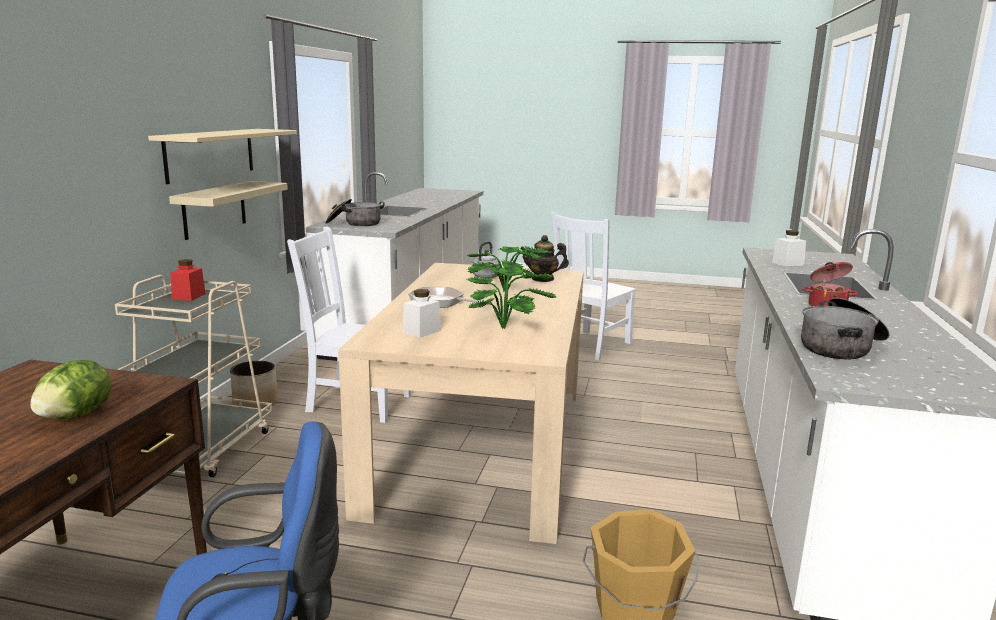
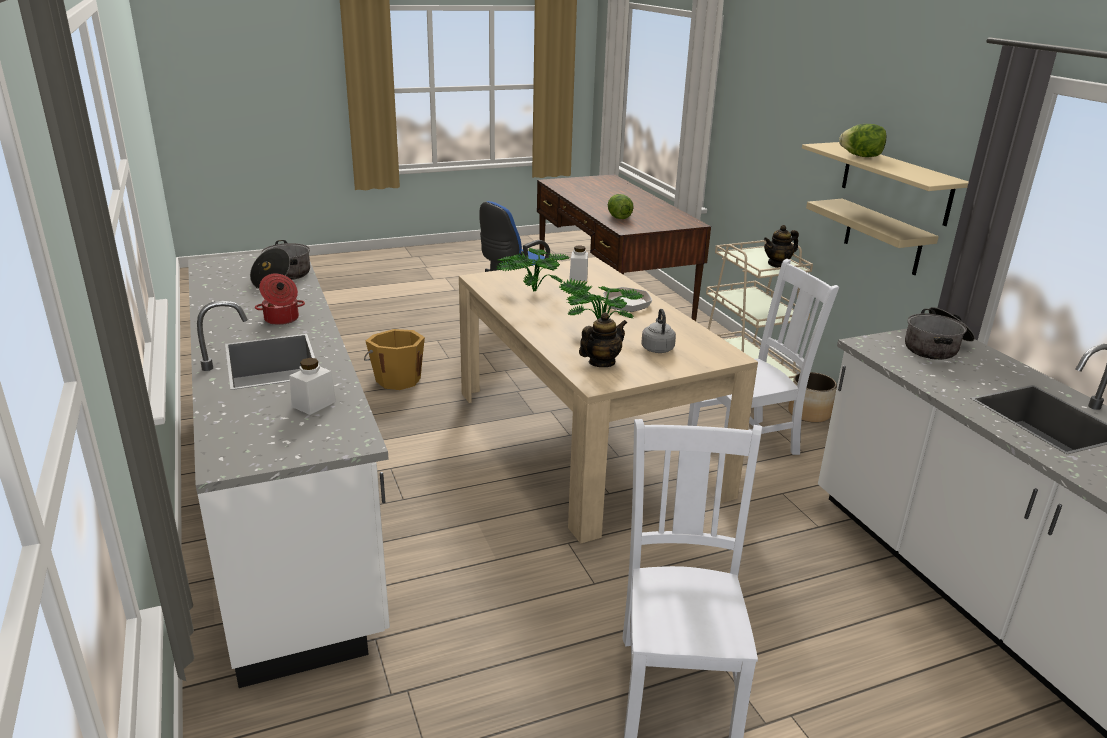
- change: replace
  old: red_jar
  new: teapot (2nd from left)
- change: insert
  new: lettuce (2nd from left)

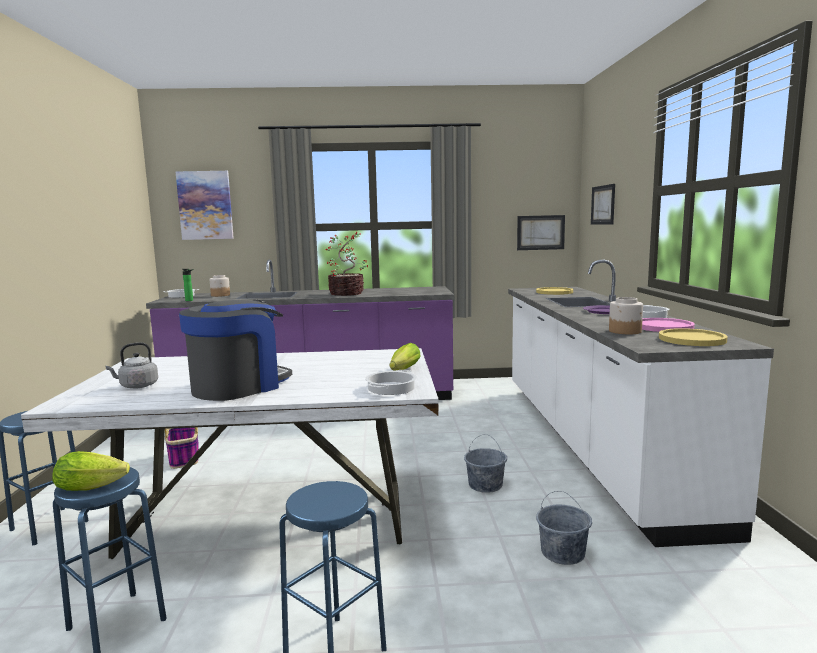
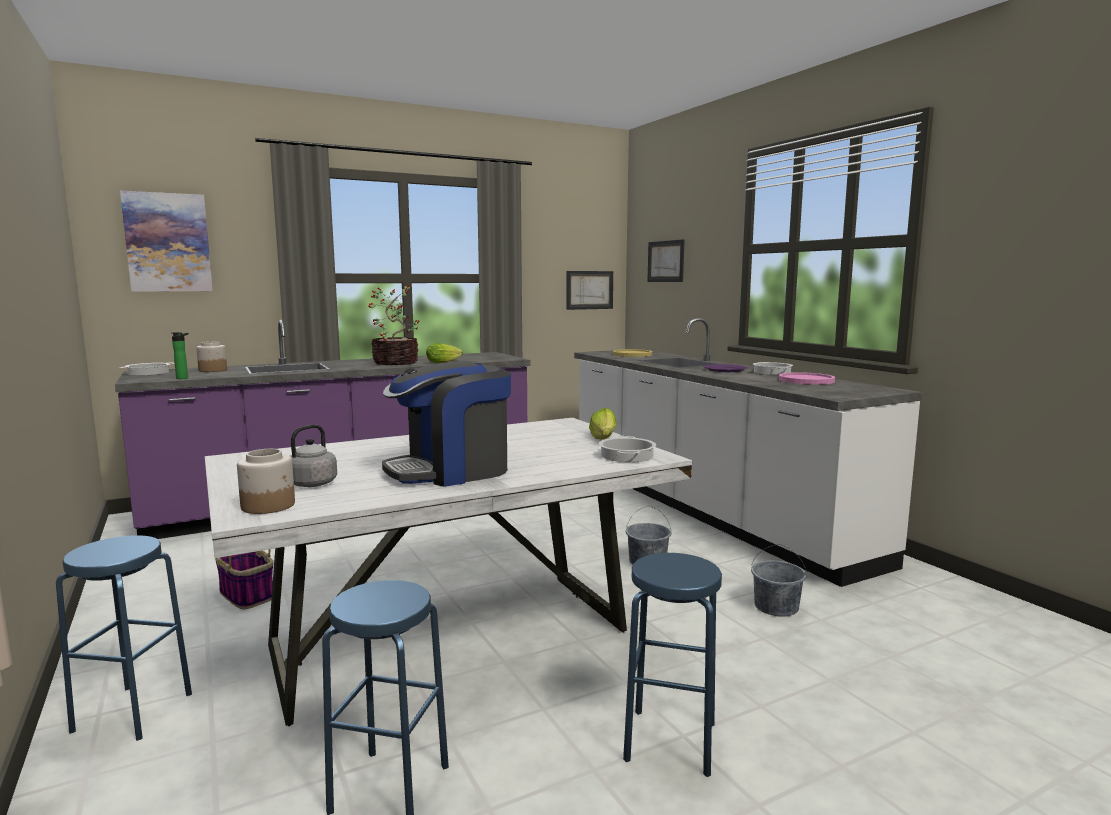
- change: move
  old: jar (2nd from left)
- change: rotate
  old: coffee_machine
  degrees: -135
- change: delete
  old: yellow_plate (2nd from left)
- change: move
  old: lettuce (1st from left)

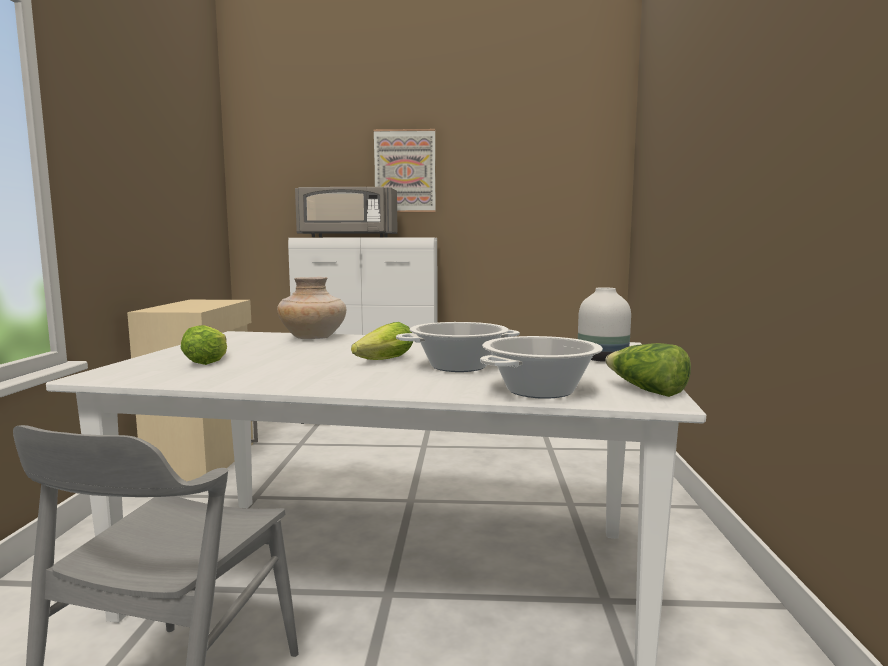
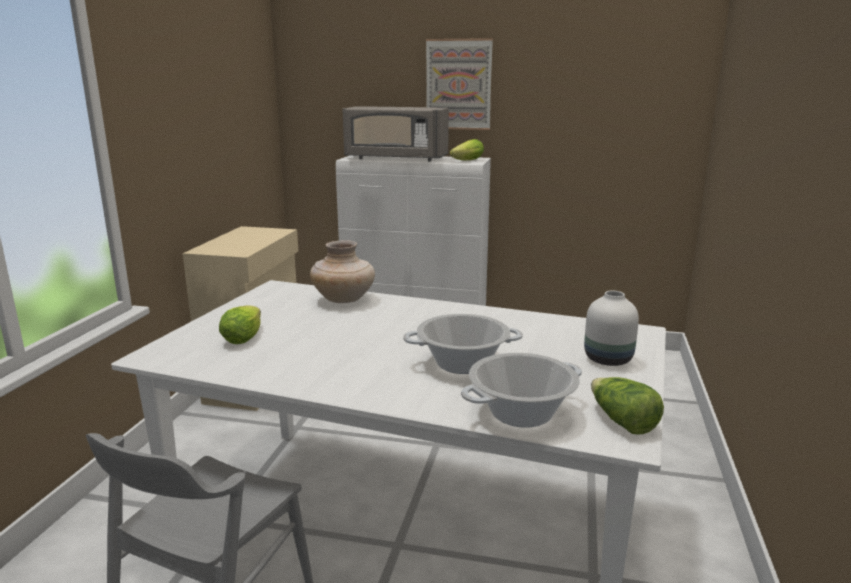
- change: move
  old: lettuce (2nd from left)

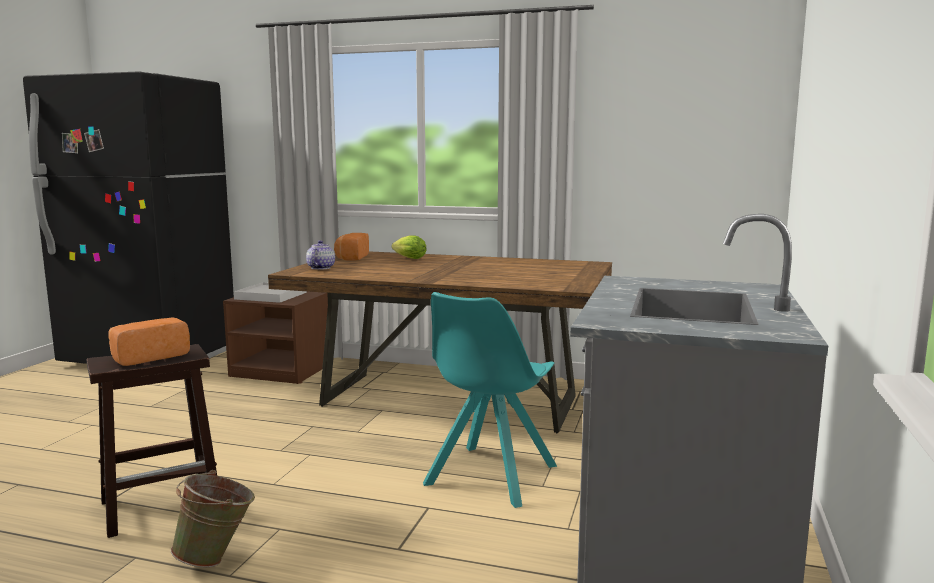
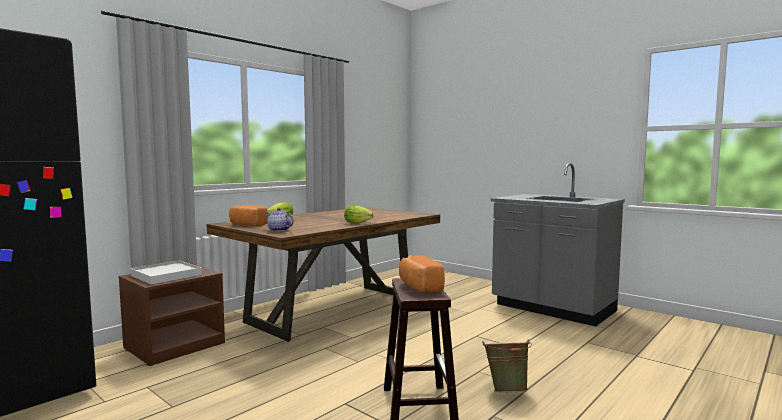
- change: delete
  old: turquoise_chair
- change: insert
  new: lettuce (2nd from left)

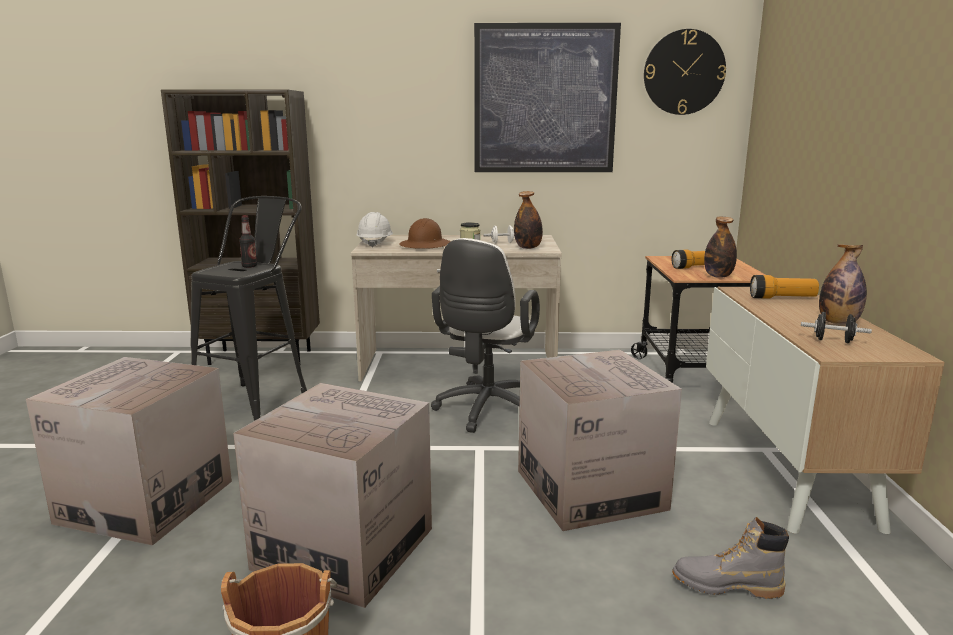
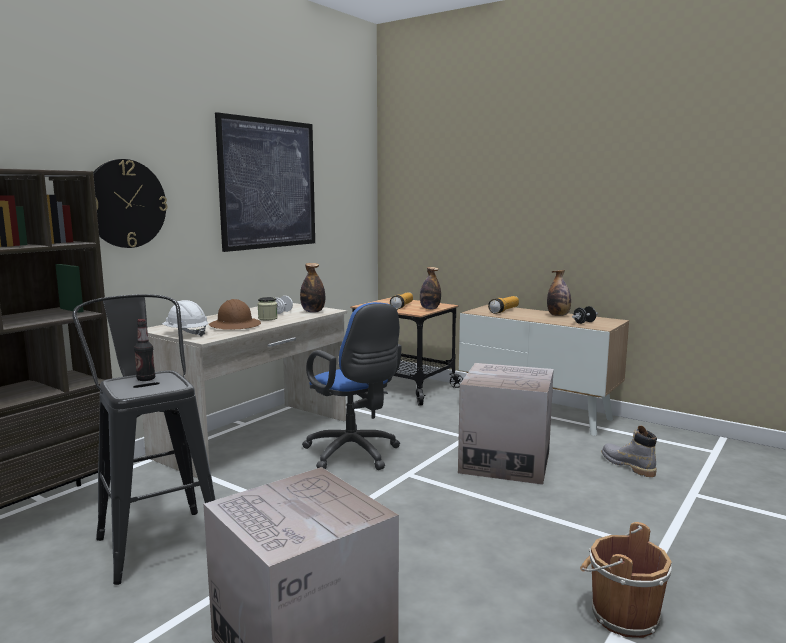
- change: move
  old: wall_clock
- change: recolor
  old: white_office_chair
  new: blue_office_chair
- change: delete
  old: cardboard_box (2nd from left)
- change: rotate
  old: grey_boot
  degrees: 105

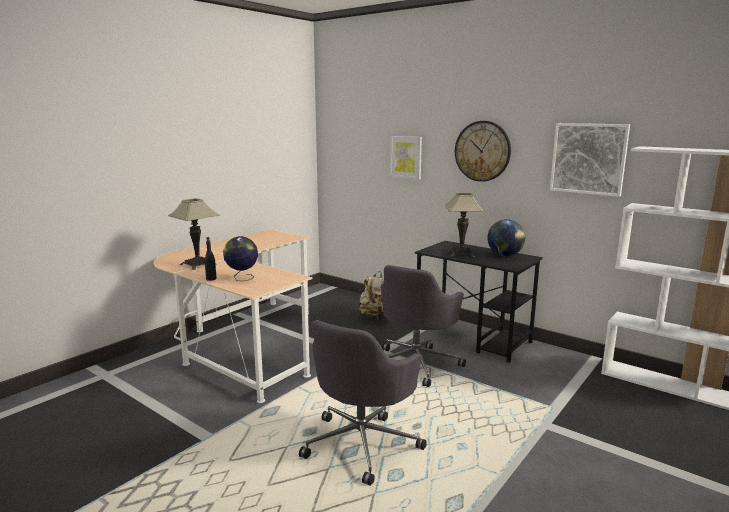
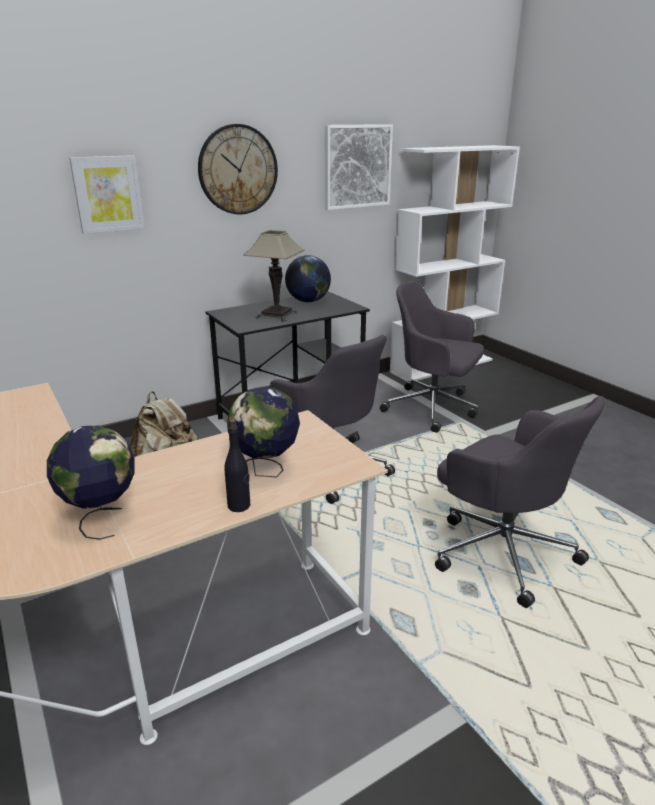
- change: replace
  old: table_lamp (1st from left)
  new: globe (1st from left)
- change: insert
  new: grey_office_chair (2nd from left)

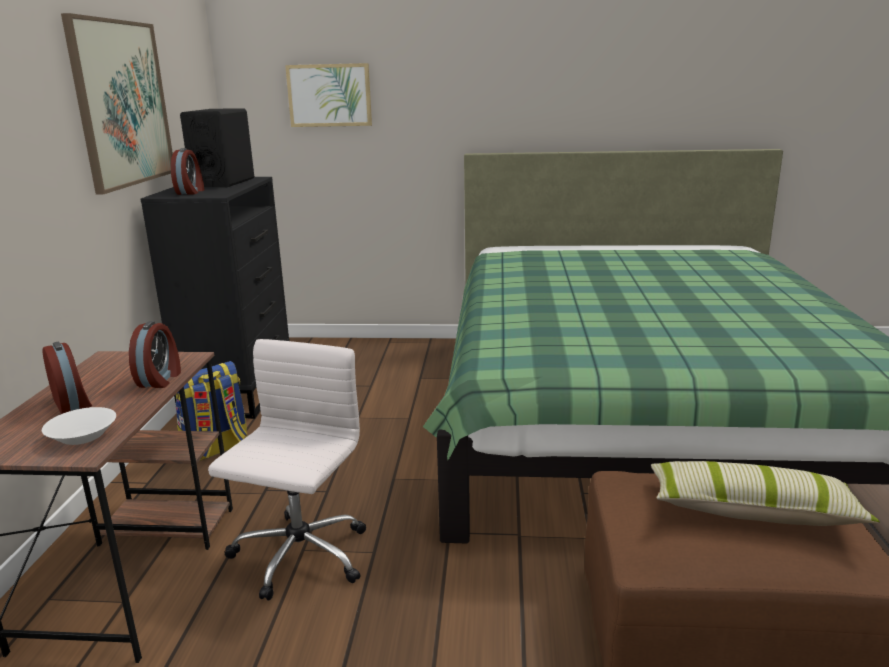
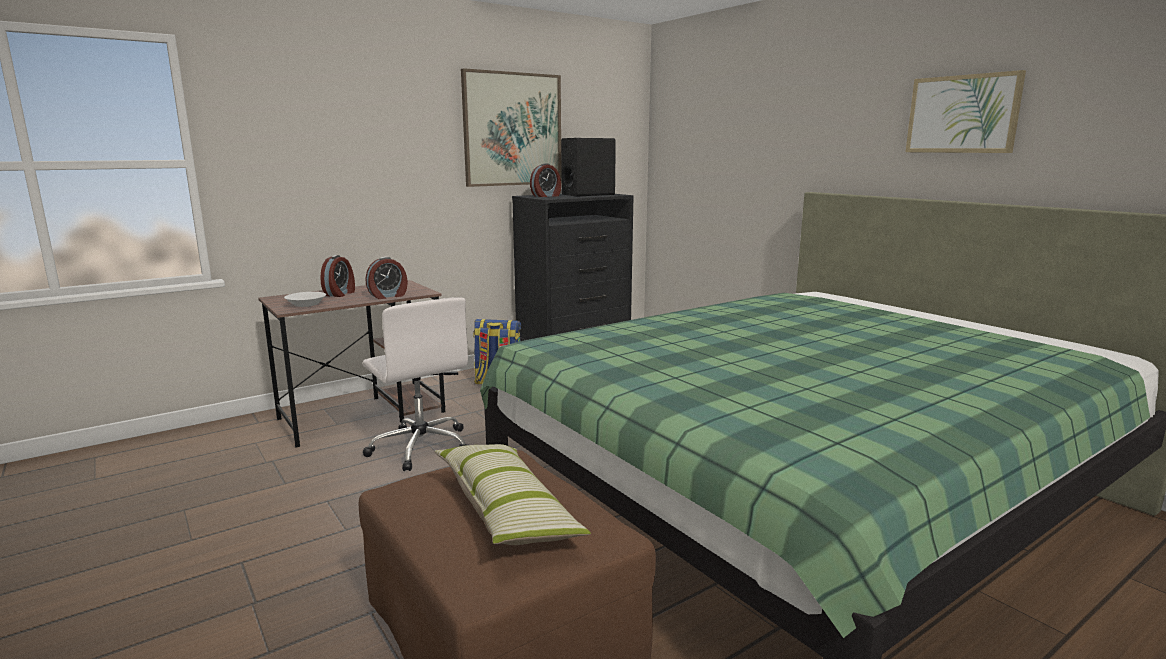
- change: move
  old: picture (2nd from left)
- change: rotate
  old: white_office_chair
  degrees: 75

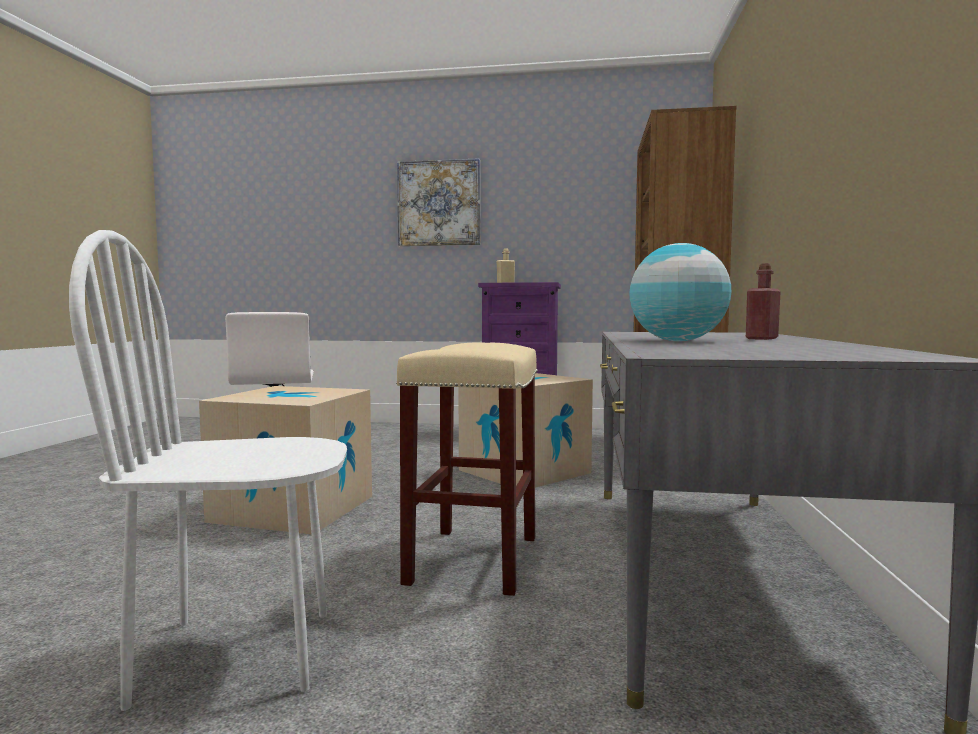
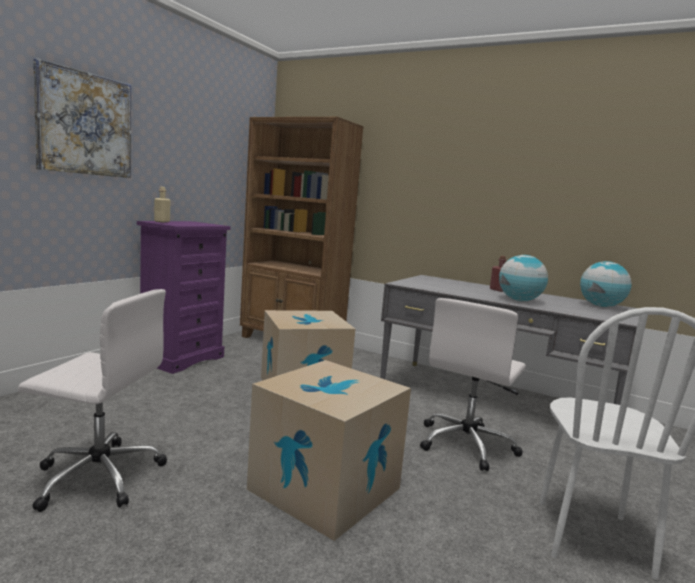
- change: replace
  old: beige_stool
  new: white_office_chair (2nd from left)
- change: insert
  new: globe (2nd from left)

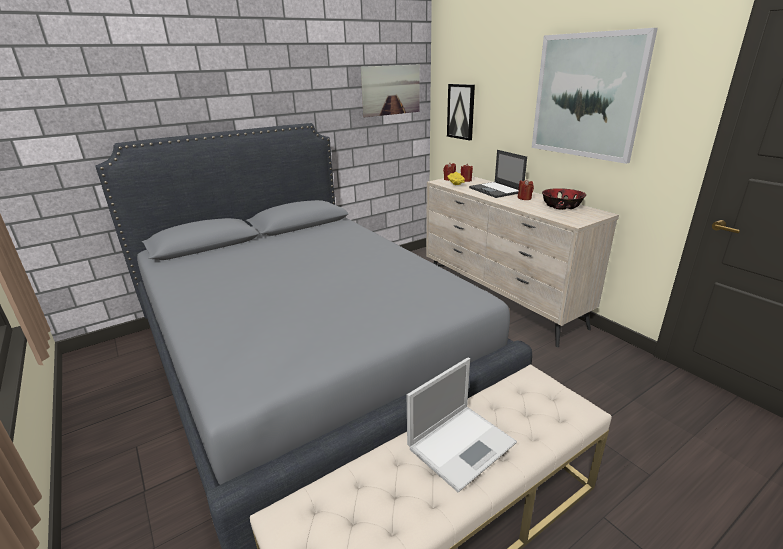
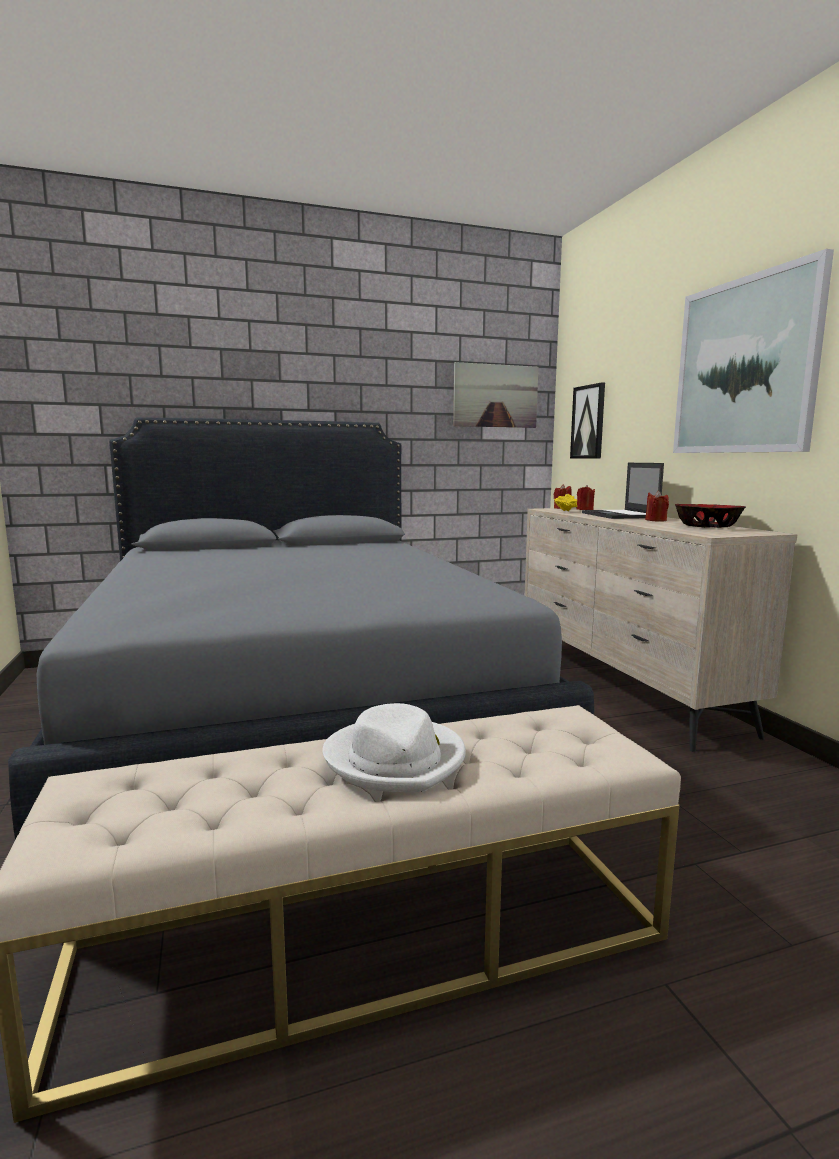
- change: replace
  old: laptop (1st from left)
  new: white_hat

